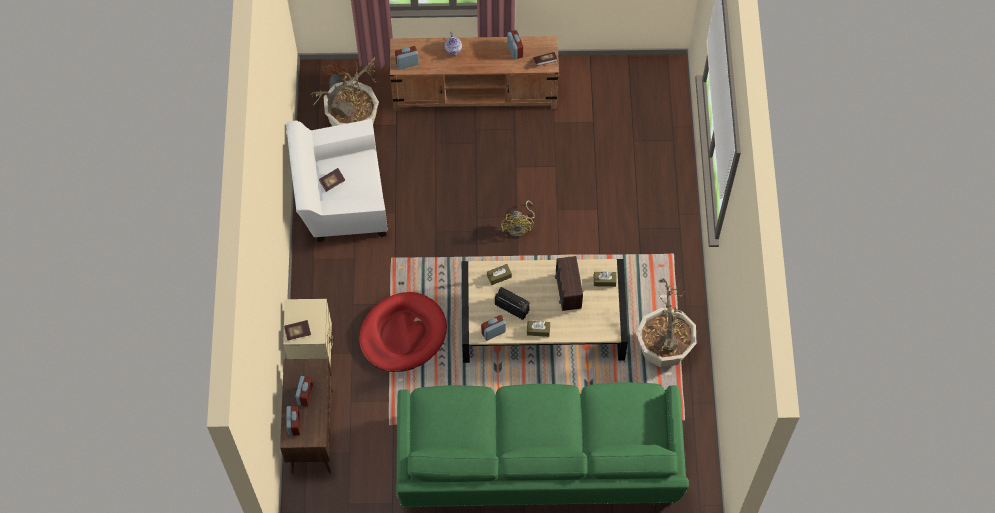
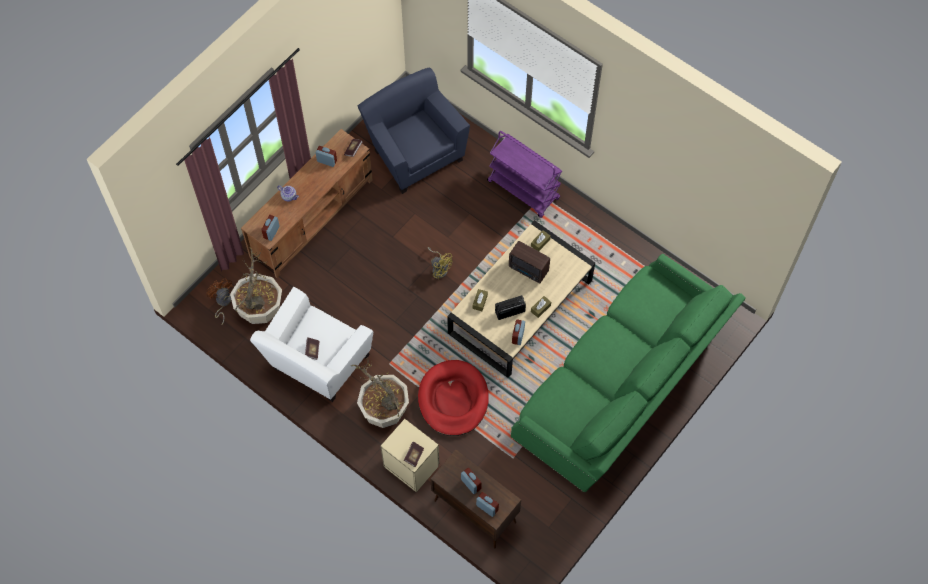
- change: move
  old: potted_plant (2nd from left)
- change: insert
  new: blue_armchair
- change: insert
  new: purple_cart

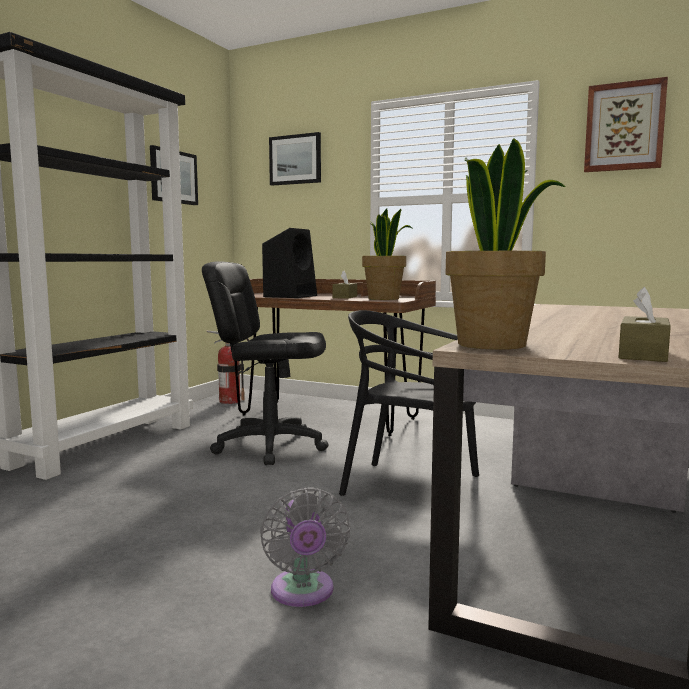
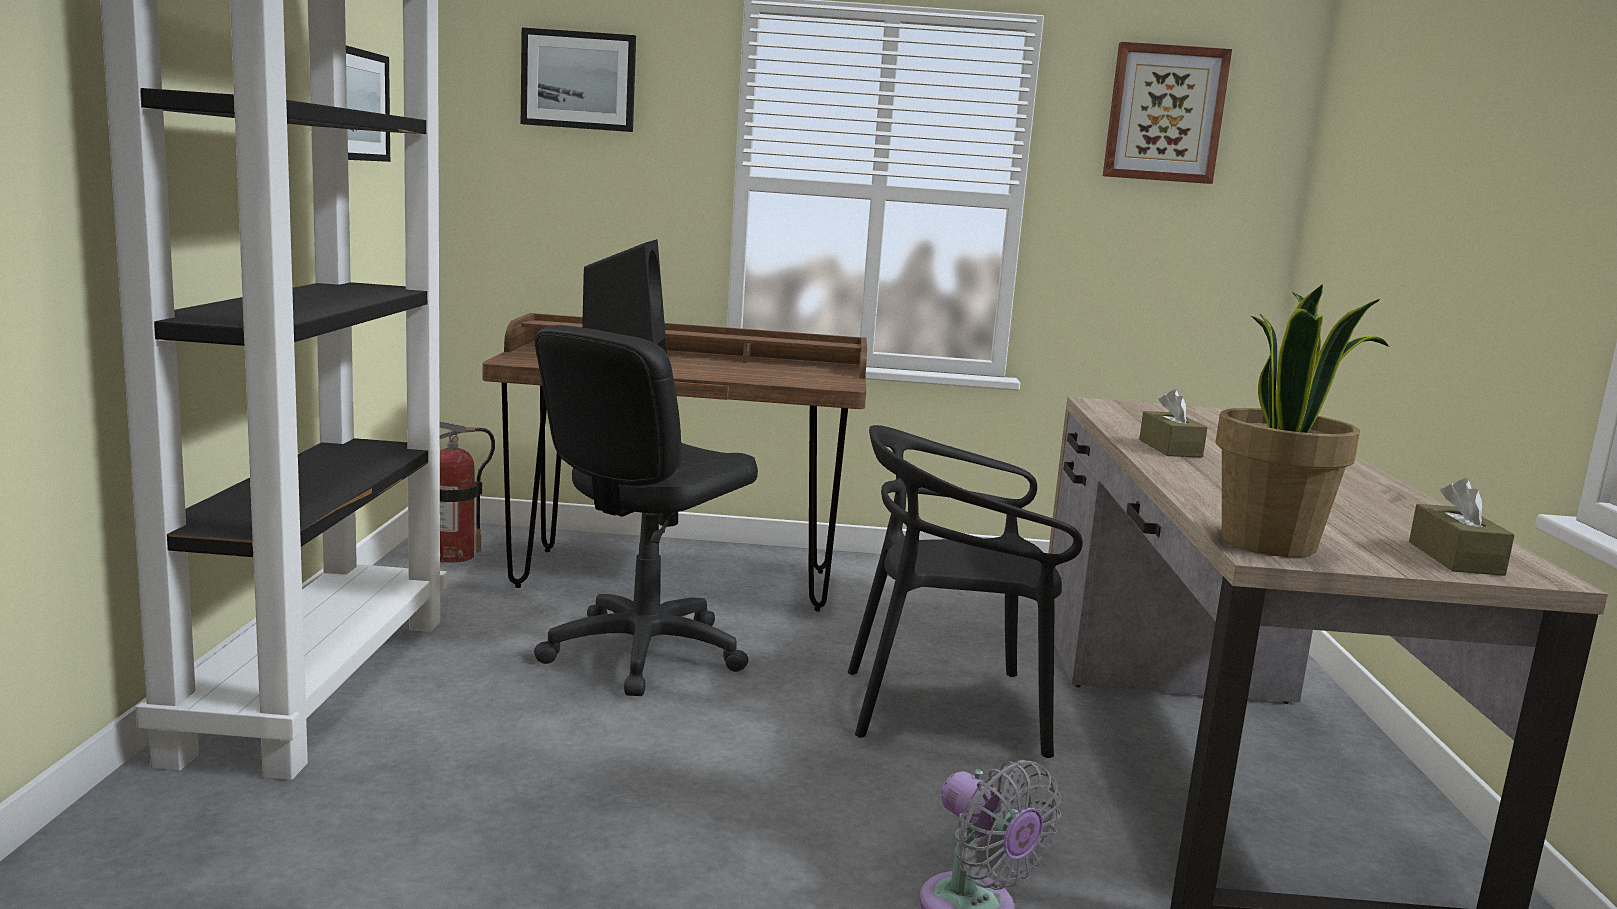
- change: delete
  old: potted_plant (1st from left)
- change: rotate
  old: black_office_chair
  degrees: -45
- change: move
  old: brown_tissue_box (1st from left)

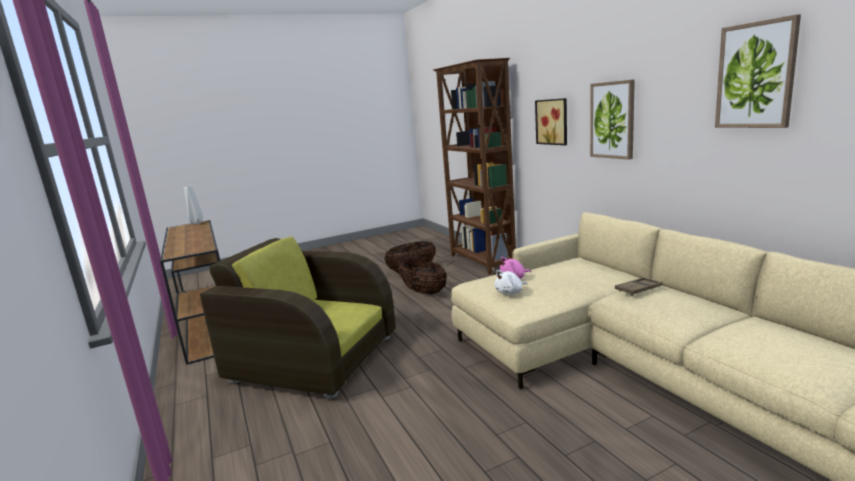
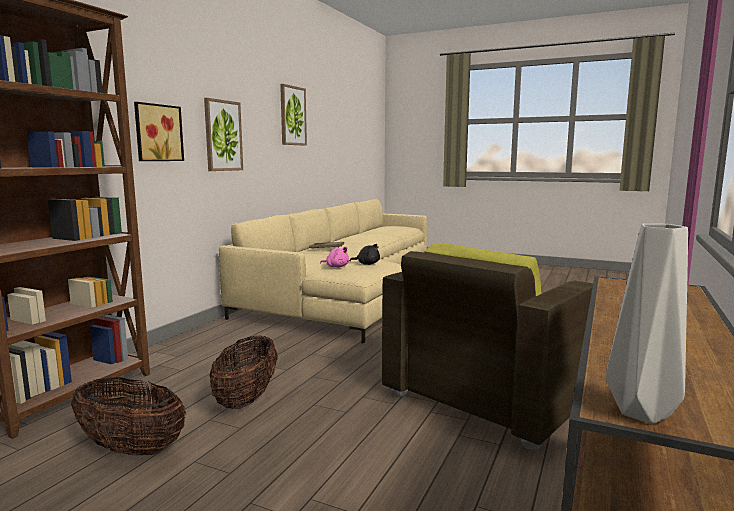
- change: rotate
  old: brown_armchair
  degrees: 60
- change: recolor
  old: white_plush_toy
  new: black_plush_toy

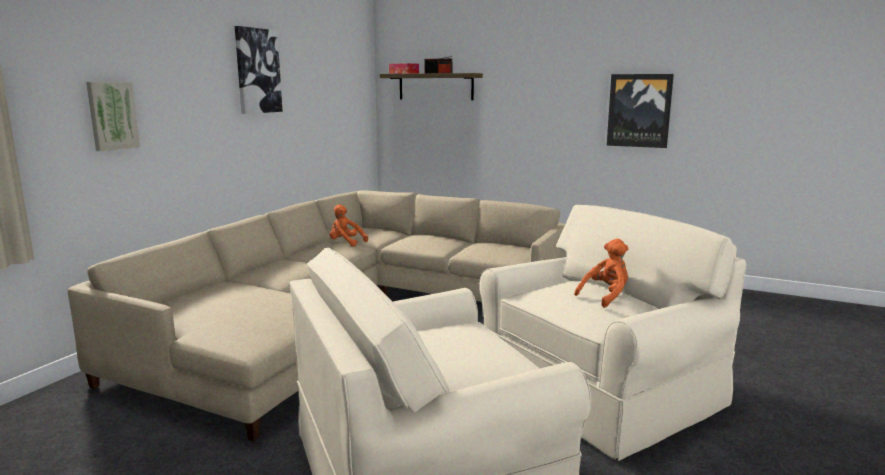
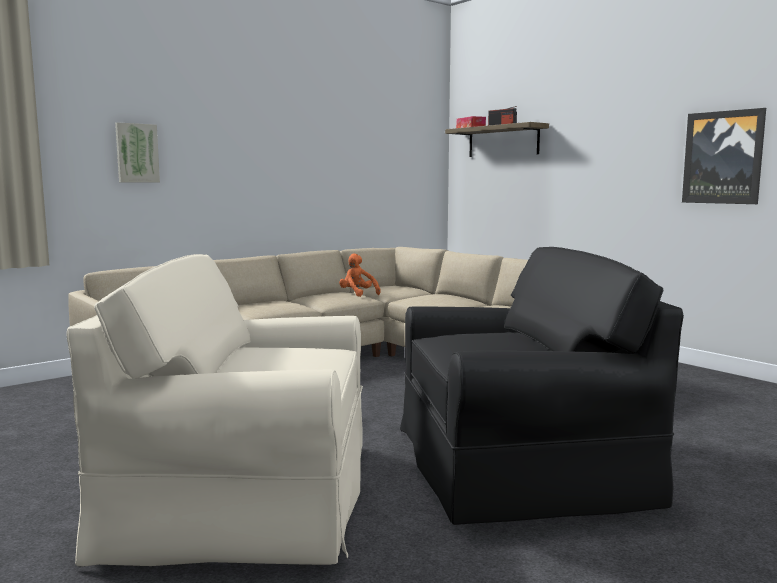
- change: delete
  old: picture (2nd from left)
- change: recolor
  old: beige_armchair (2nd from left)
  new: black_armchair
- change: delete
  old: orange_plush_toy (2nd from left)

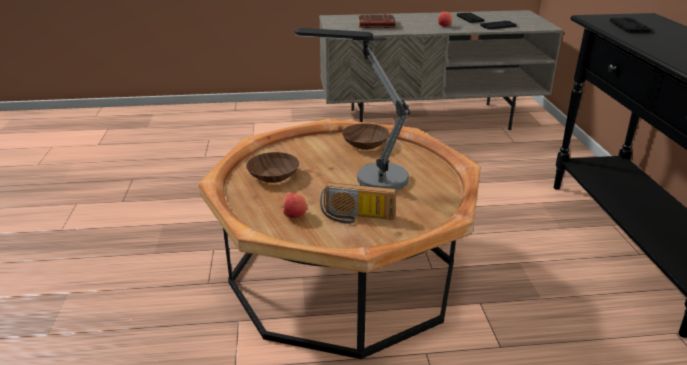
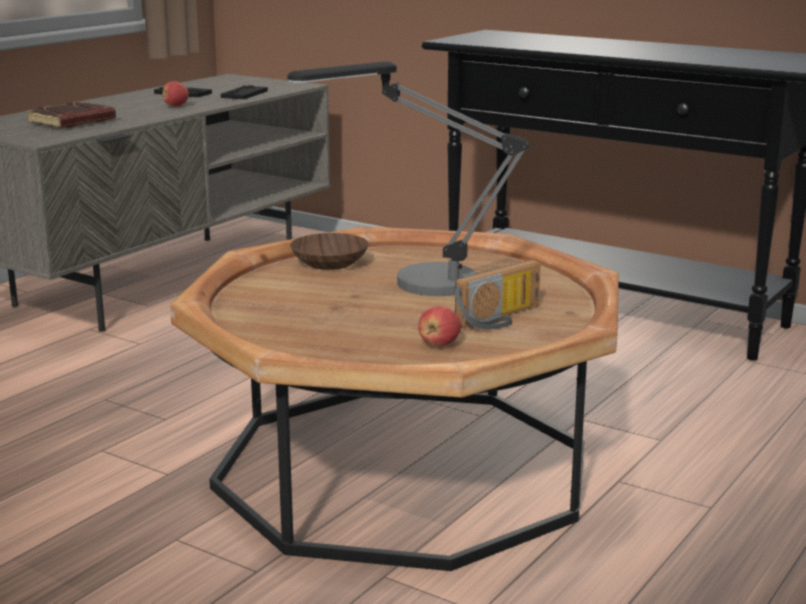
- change: delete
  old: black_game_controller (3rd from left)
- change: delete
  old: brown_bowl (1st from left)

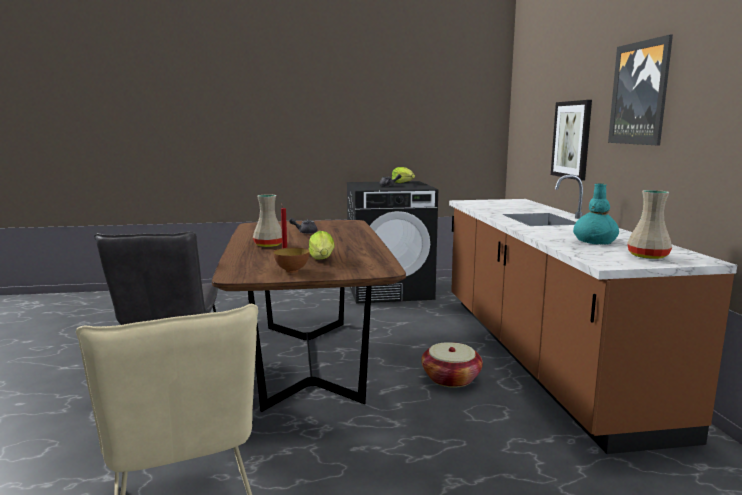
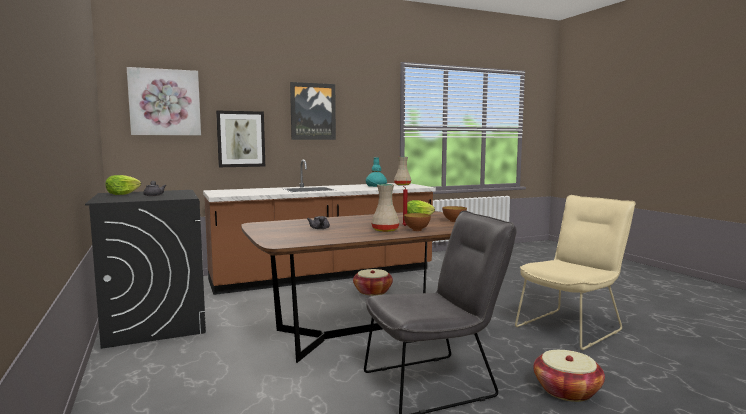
- change: insert
  new: picture (1st from left)
- change: insert
  new: bowl (1st from left)
- change: insert
  new: basket (2nd from left)

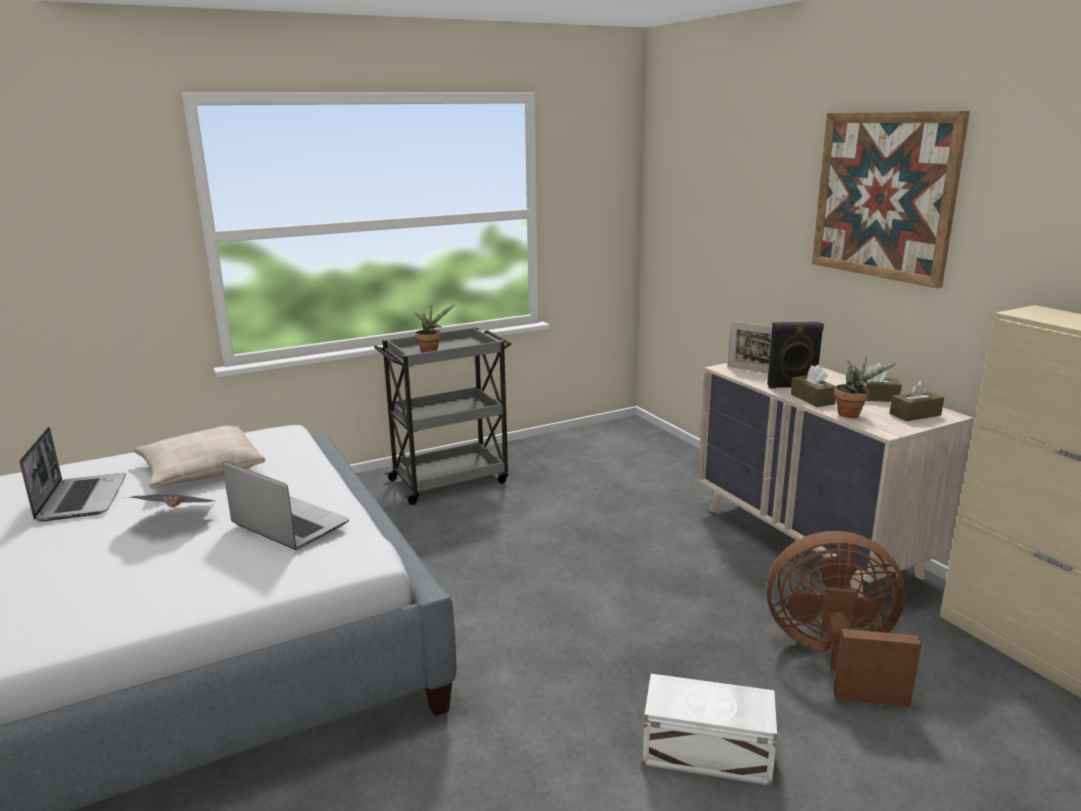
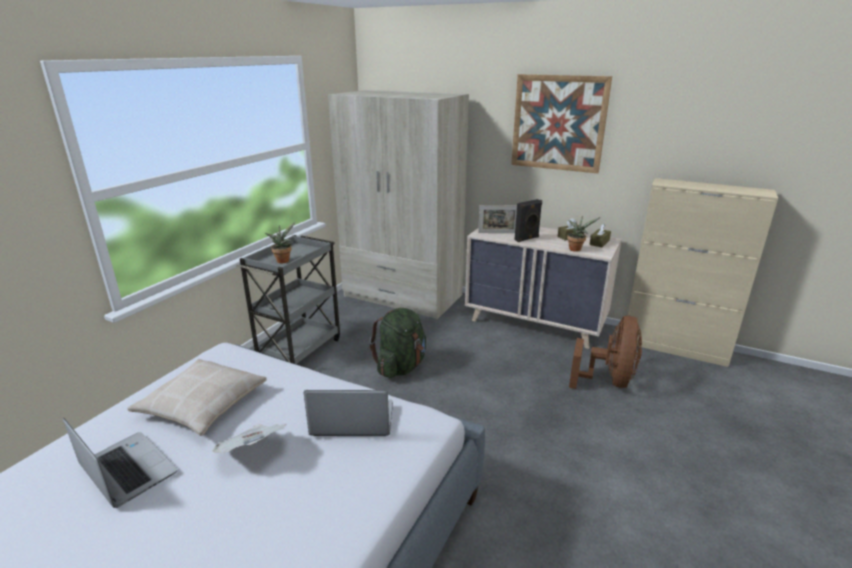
- change: delete
  old: brown_tissue_box (1st from left)
- change: rotate
  old: brown_fan
  degrees: 135
- change: delete
  old: white_storage_box
- change: insert
  new: beige_wardrobe
- change: insert
  new: green_backpack

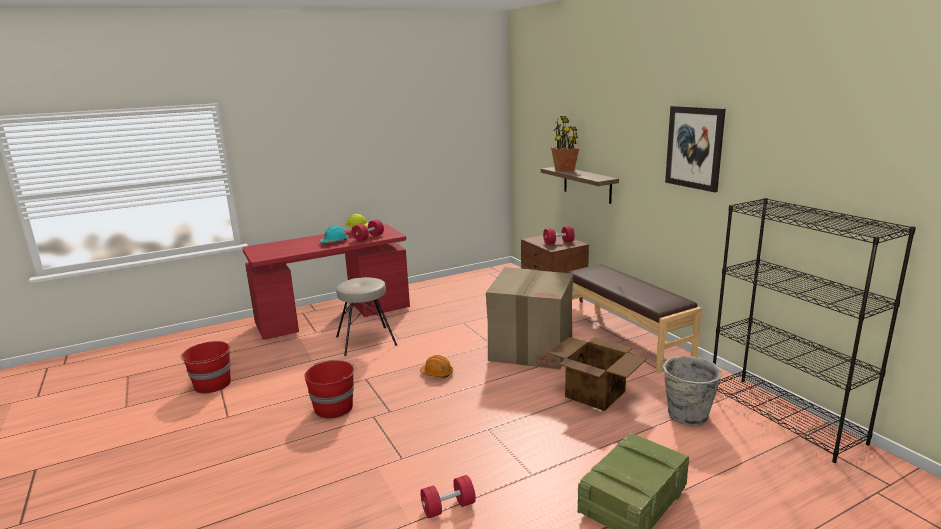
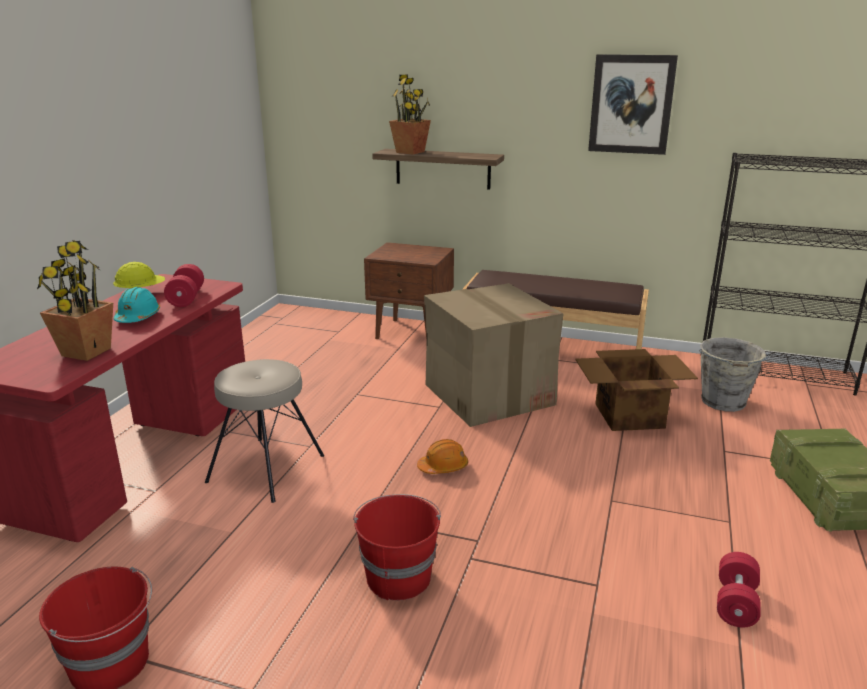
- change: delete
  old: red_dumbbell (3rd from left)
- change: insert
  new: potted_plant (1st from left)

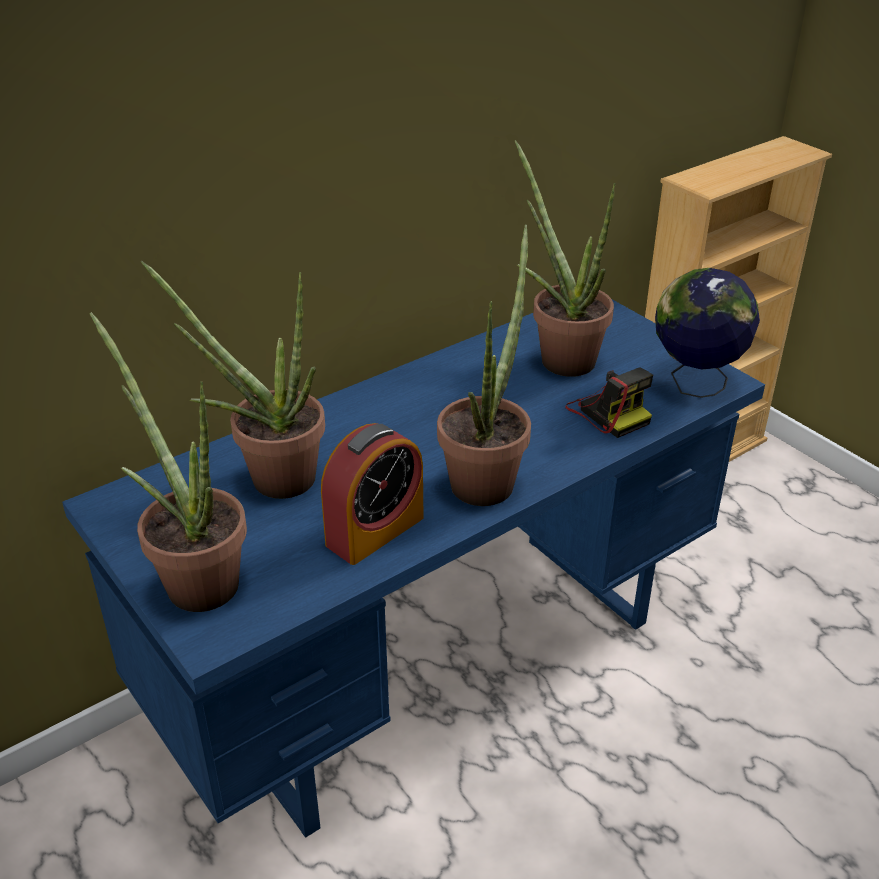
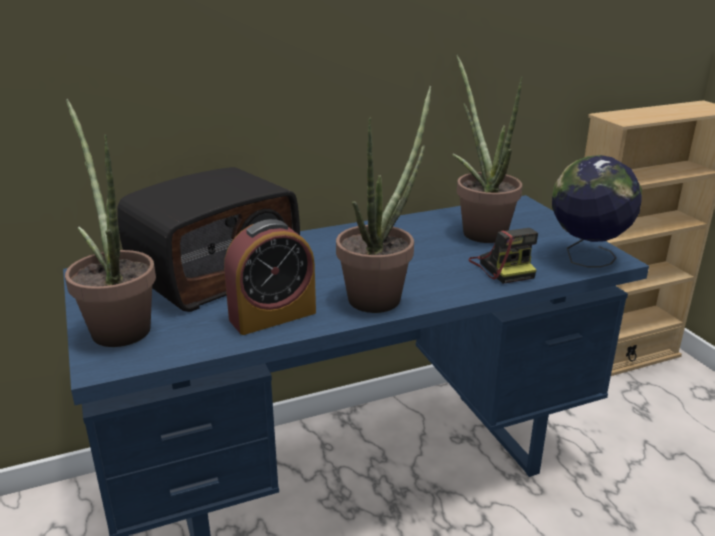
- change: replace
  old: potted_plant (2nd from left)
  new: radio

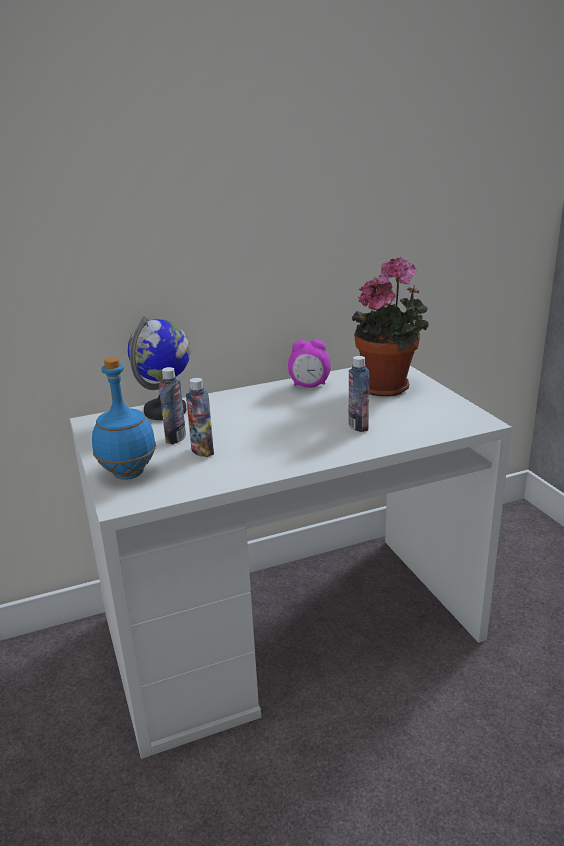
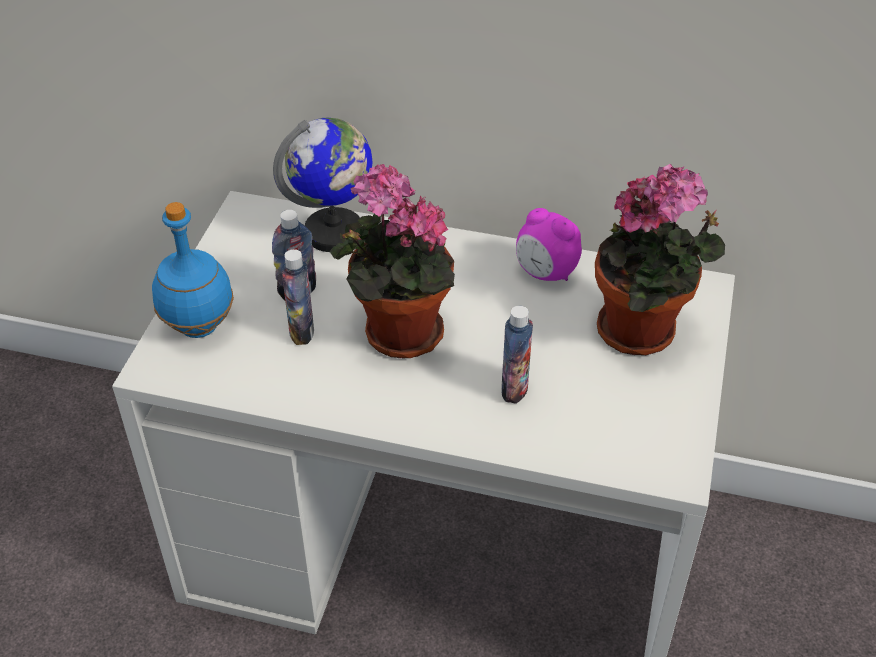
- change: insert
  new: potted_plant (1st from left)

